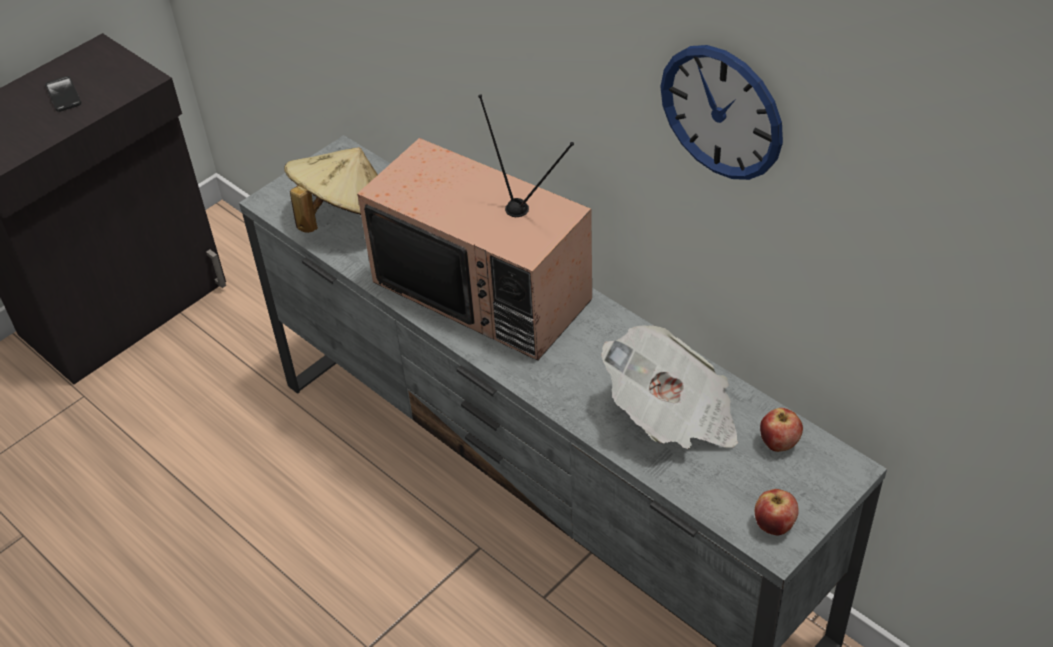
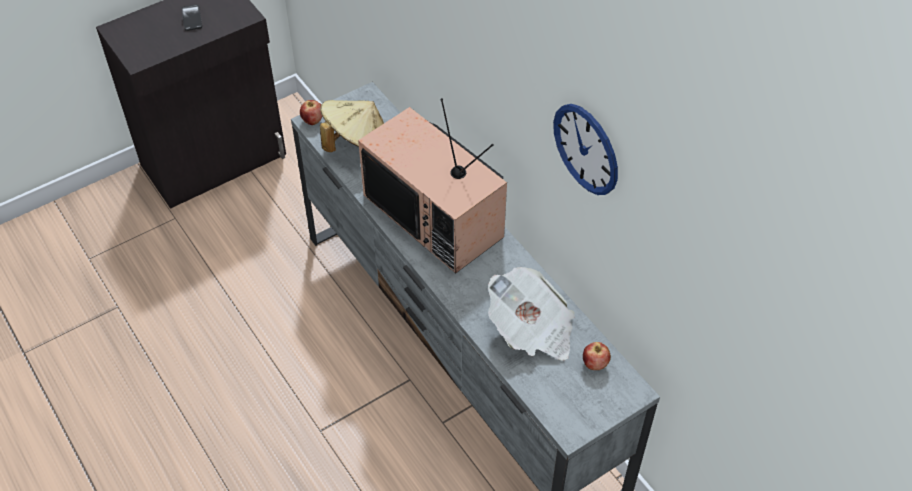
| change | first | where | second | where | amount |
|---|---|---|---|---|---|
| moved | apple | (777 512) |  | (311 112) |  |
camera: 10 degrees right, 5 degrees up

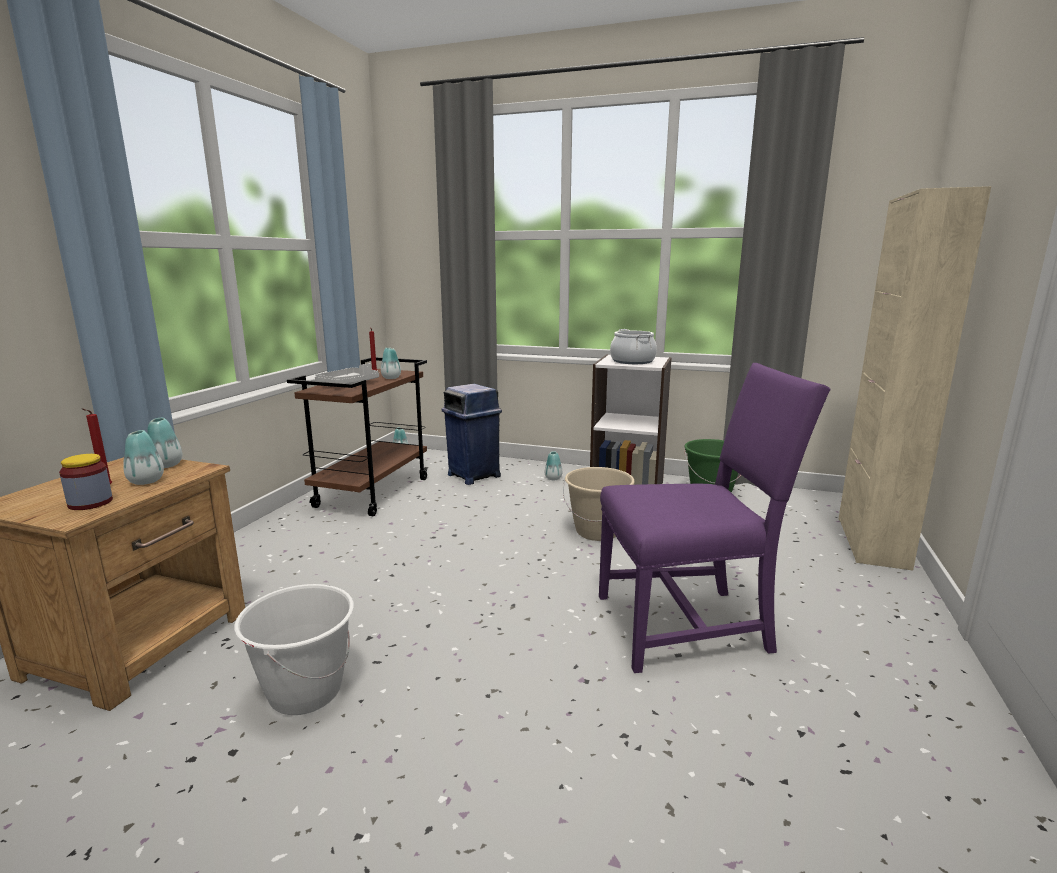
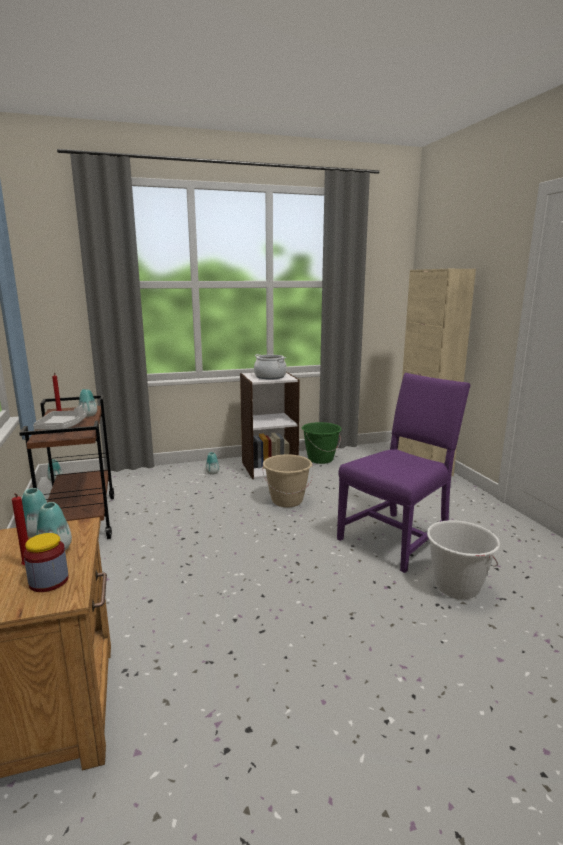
| change | first | where | second | where | amount |
|---|---|---|---|---|---|
| removed | trash can/blue | (472 434) |  |  |  |
| moved | bucket/white | (294 649) |  | (463 559) |  |
camera: 35 degrees left, 0 degrees up

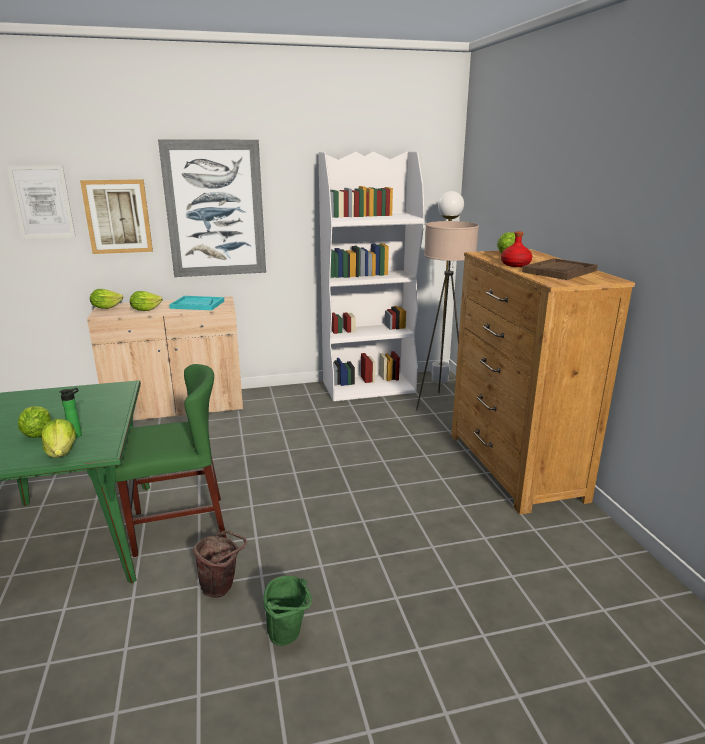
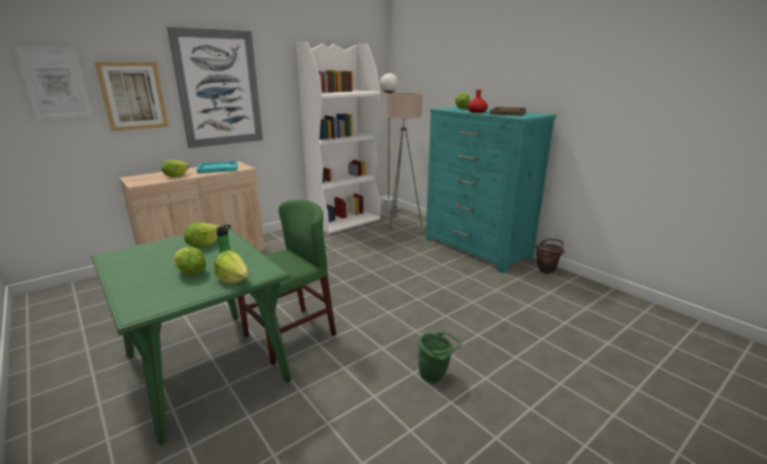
| change | first | where | second | where | amount |
|---|---|---|---|---|---|
| recoloured | dresser/brown | (543 382) | dresser/turquoise | (491 190) |  |
| moved | lettuce | (106 299) |  | (202 235) |  |
| moved | bucket/brown | (220 564) |  | (550 256) |  |
camera: 25 degrees left, 0 degrees up

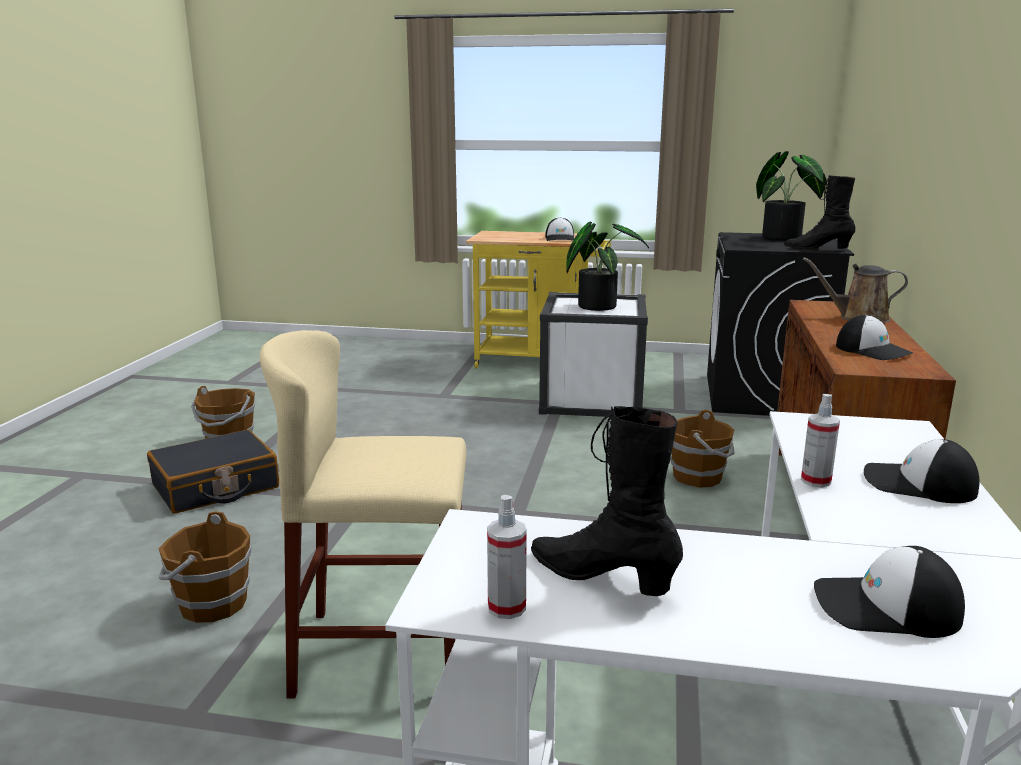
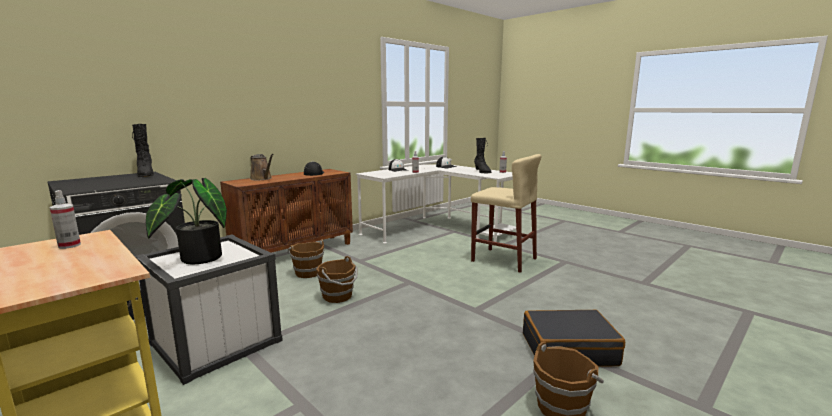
| change | first | where | second | where | amount |
|---|---|---|---|---|---|
| removed | potted plant | (791 196) |  |  |  |
| replaced | cap | (559 229) | spray bottle | (65 219) |  |
| moved | bucket/brown | (205 567) |  | (336 279) |  |
camera: 145 degrees left, 5 degrees down

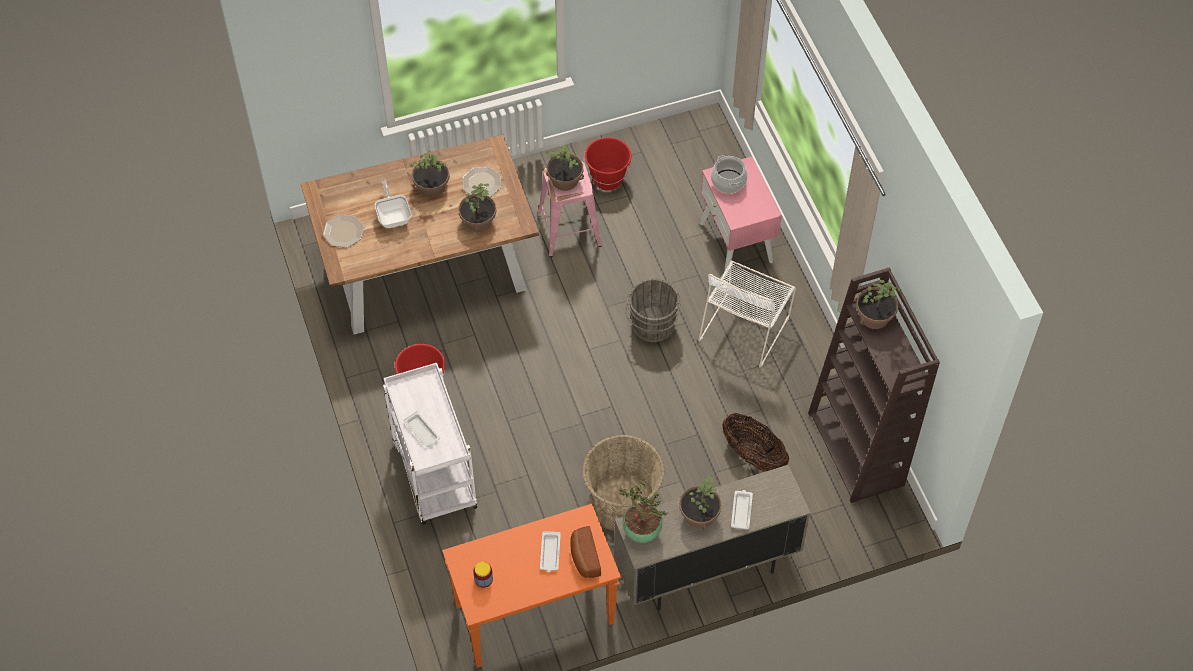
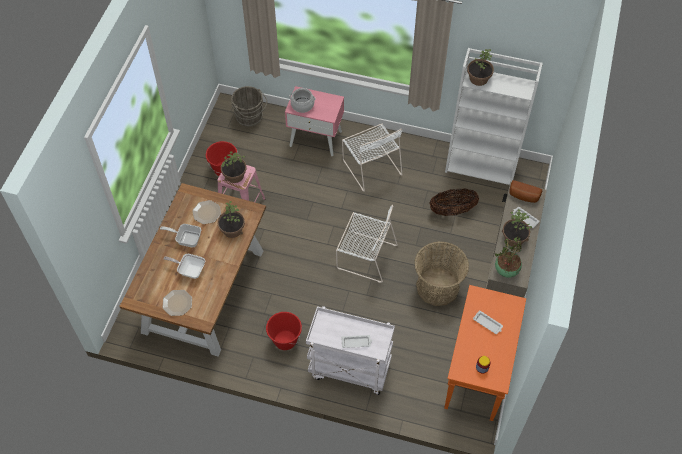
| change | first | where | second | where | amount |
|---|---|---|---|---|---|
| replaced | potted plant | (430 173) | frying pan | (180 235) |  |
| recoloured | bookcase/brown | (874 385) | bookcase/white | (494 116) |  |
| moved | bucket/grey | (653 310) |  | (249 106) |  |
| moved | bread | (586 552) |  | (525 191) |  |
| added |  |  | chair/white | (367 244) |  |
camera: 55 degrees left, 0 degrees up

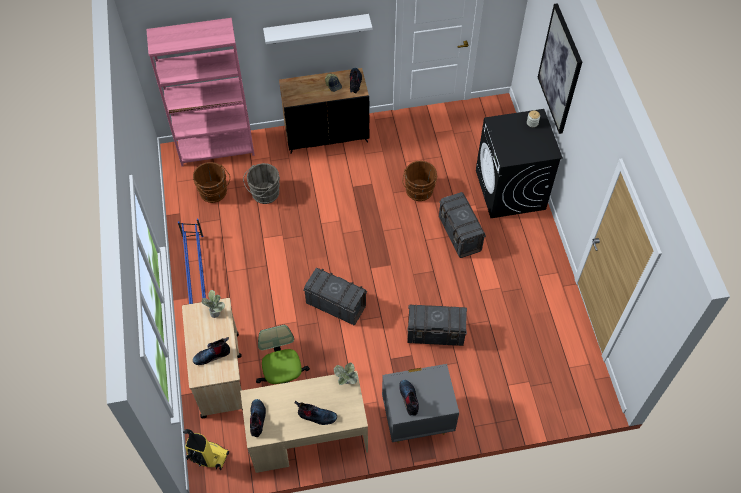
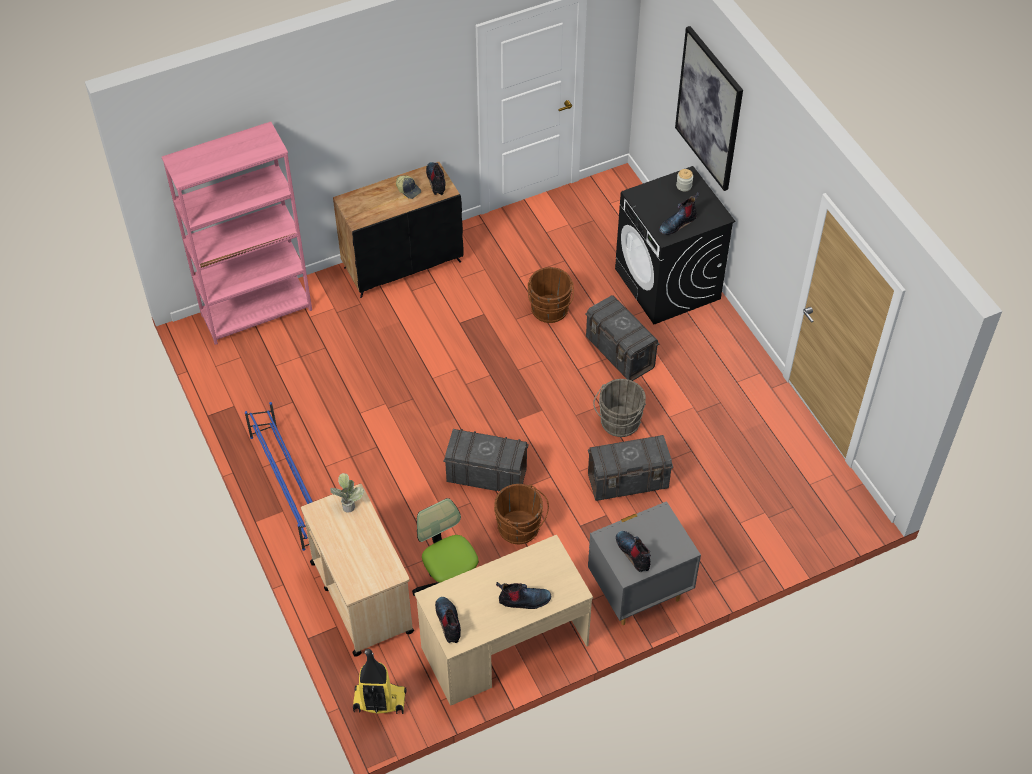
| change | first | where | second | where | amount |
|---|---|---|---|---|---|
| removed | shelf/white | (317 29) |  |  |  |
| moved | bucket/brown | (211 182) |  | (521 514) |  |
| moved | bucket/grey | (261 183) |  | (619 408) |  |
| moved | boot | (211 351) |  | (679 213) |  |
| removed | potted plant | (346 374) |  |  |  |
camera: 15 degrees left, 5 degrees down

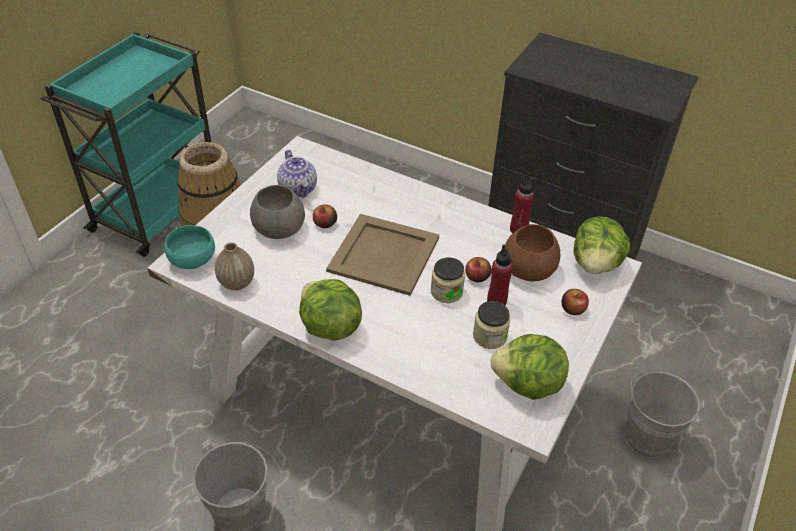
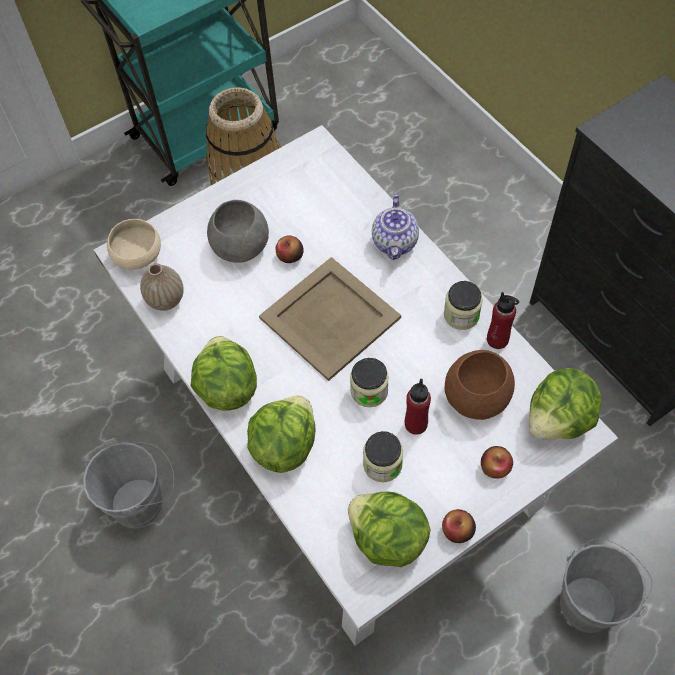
| change | first | where | second | where | amount |
|---|---|---|---|---|---|
| moved | teapot | (297 174) |  | (395 227) |  |
| recoloured | bowl/turquoise | (189 247) | bowl/beige | (134 244) |  |
| moved | apple | (478 269) |  | (459 526) |  |
| added |  |  | jar | (463 305) |  |
| added |  |  | lettuce | (281 434) |  |
camera: 30 degrees right, 15 degrees up

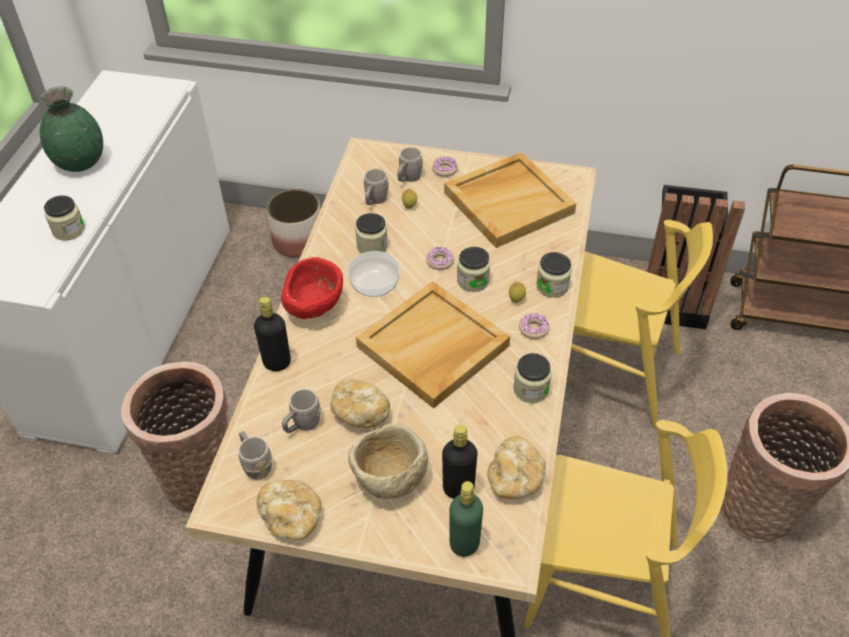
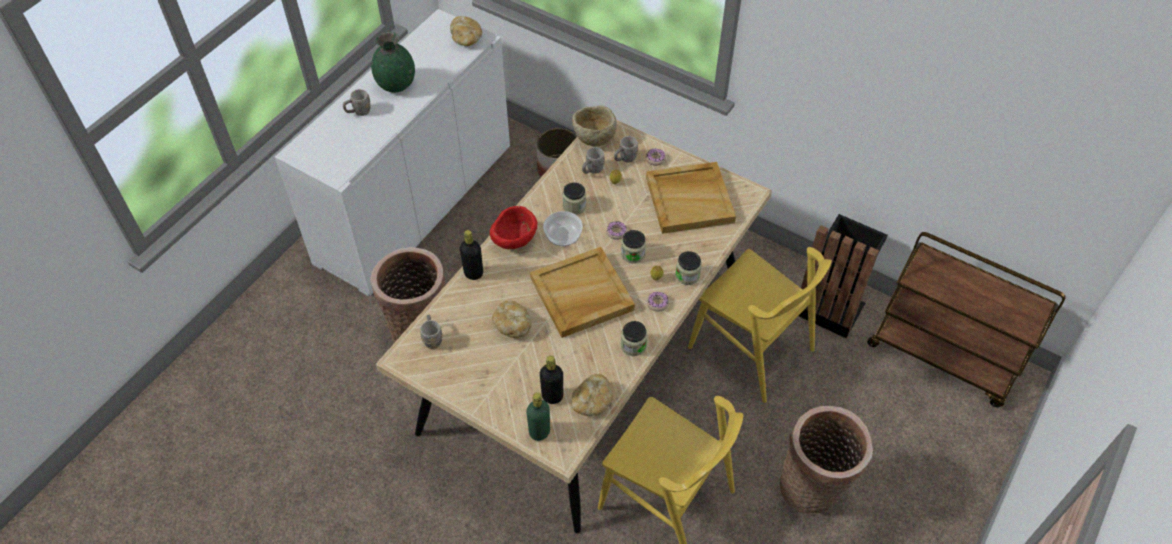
| change | first | where | second | where | amount |
|---|---|---|---|---|---|
| removed | jar | (64 218) |  |  |  |
| moved | mug/grey | (301 411) |  | (357 102) |  |
| moved | bowl/beige | (388 461) |  | (594 125) |  |
| moved | bread | (289 510) |  | (466 31) |  |
camera: 20 degrees right, 5 degrees up

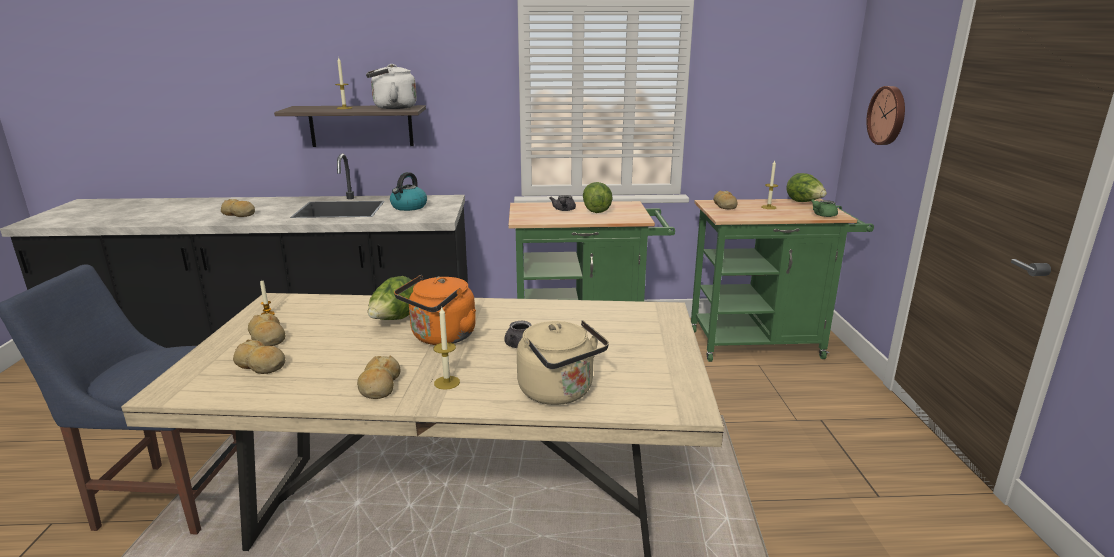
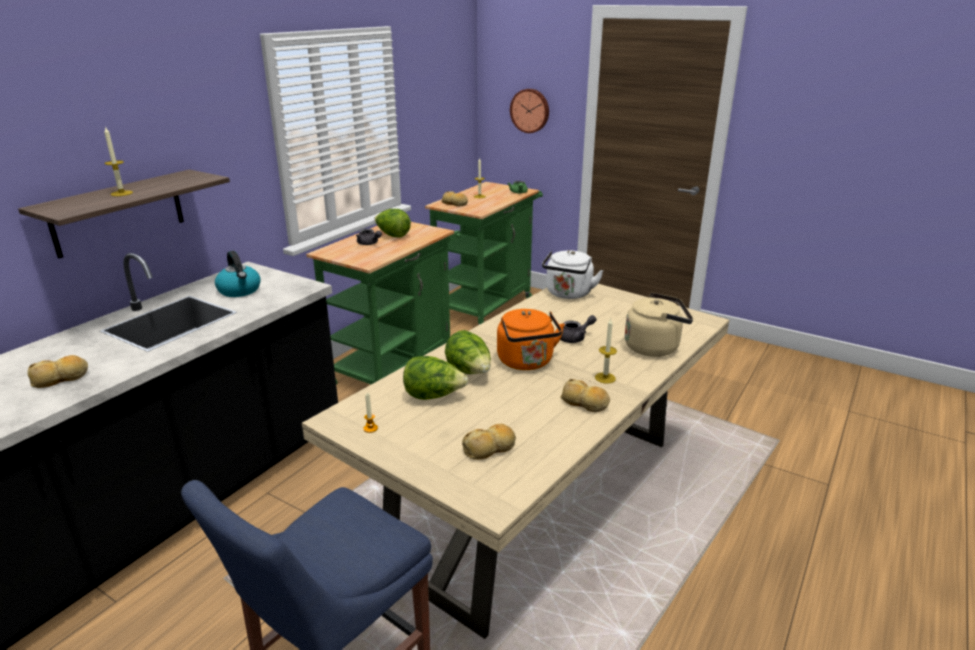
| change | first | where | second | where | amount |
|---|---|---|---|---|---|
| moved | kettle/white | (391 86) |  | (573 274) |  |
| moved | lettuce | (806 187) |  | (435 378) |  |
| removed | bread | (266 329) |  |  |  |
camera: 55 degrees left, 5 degrees up

